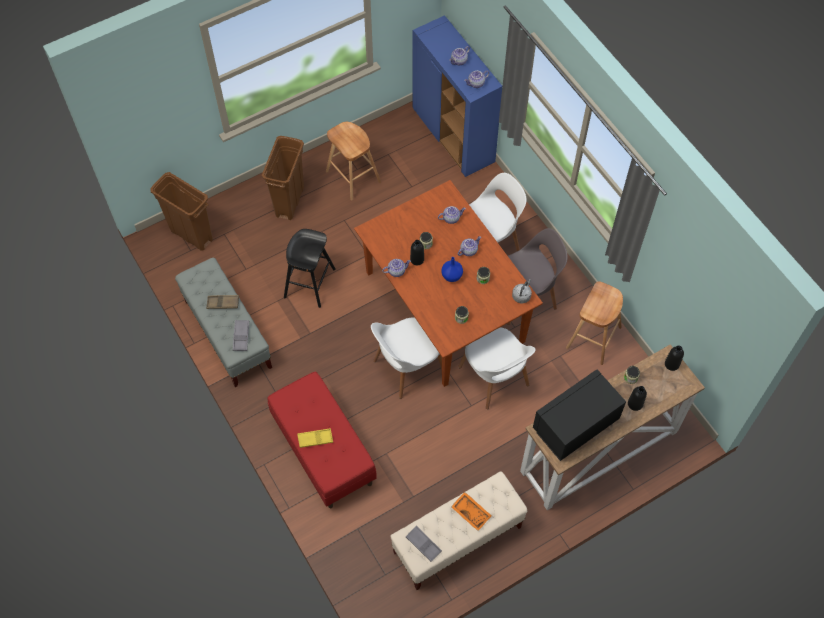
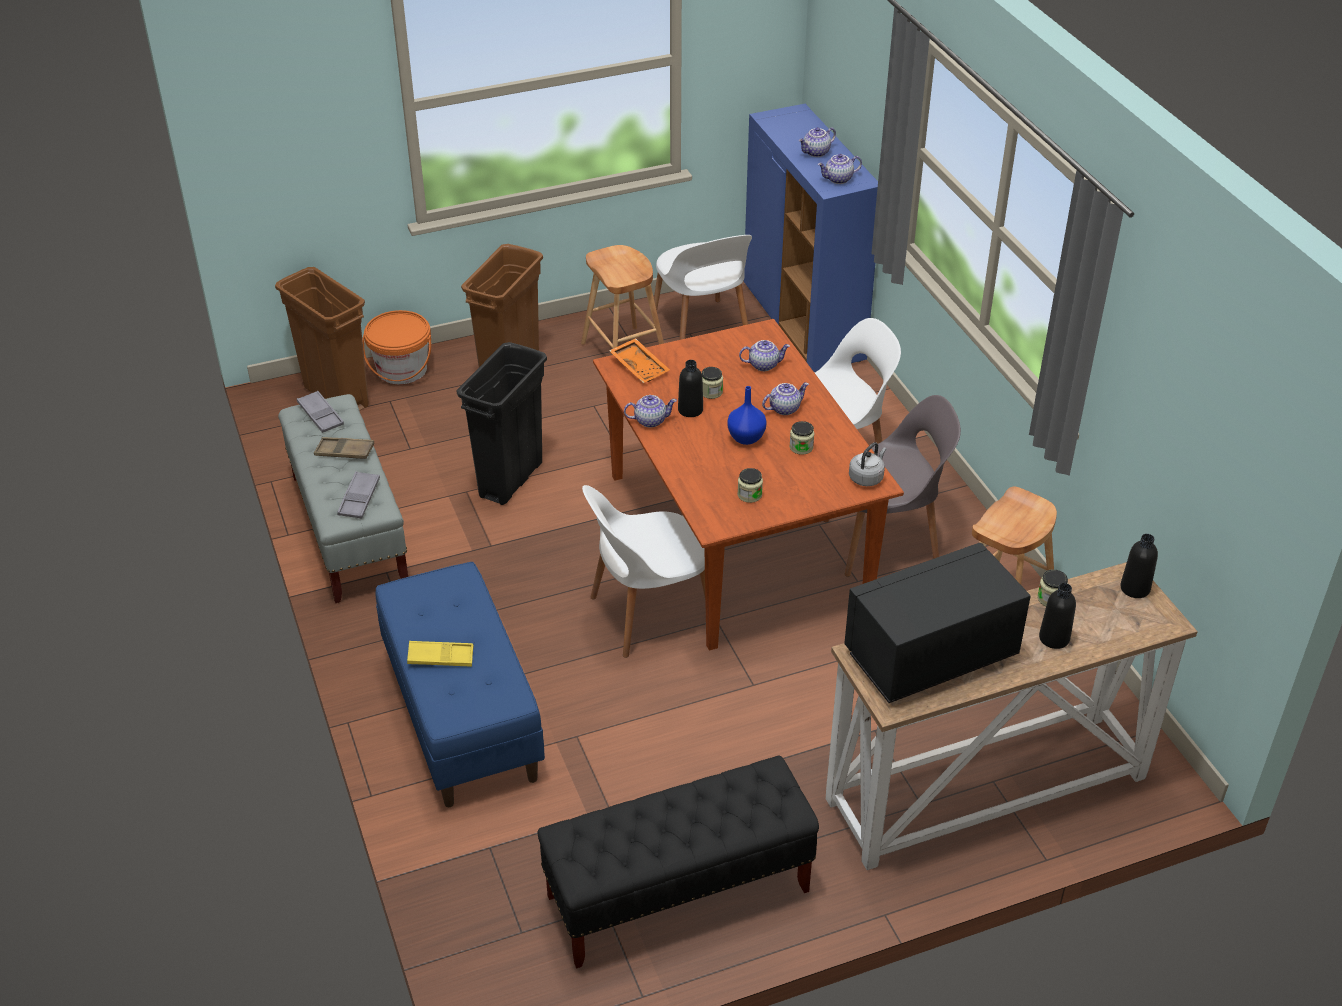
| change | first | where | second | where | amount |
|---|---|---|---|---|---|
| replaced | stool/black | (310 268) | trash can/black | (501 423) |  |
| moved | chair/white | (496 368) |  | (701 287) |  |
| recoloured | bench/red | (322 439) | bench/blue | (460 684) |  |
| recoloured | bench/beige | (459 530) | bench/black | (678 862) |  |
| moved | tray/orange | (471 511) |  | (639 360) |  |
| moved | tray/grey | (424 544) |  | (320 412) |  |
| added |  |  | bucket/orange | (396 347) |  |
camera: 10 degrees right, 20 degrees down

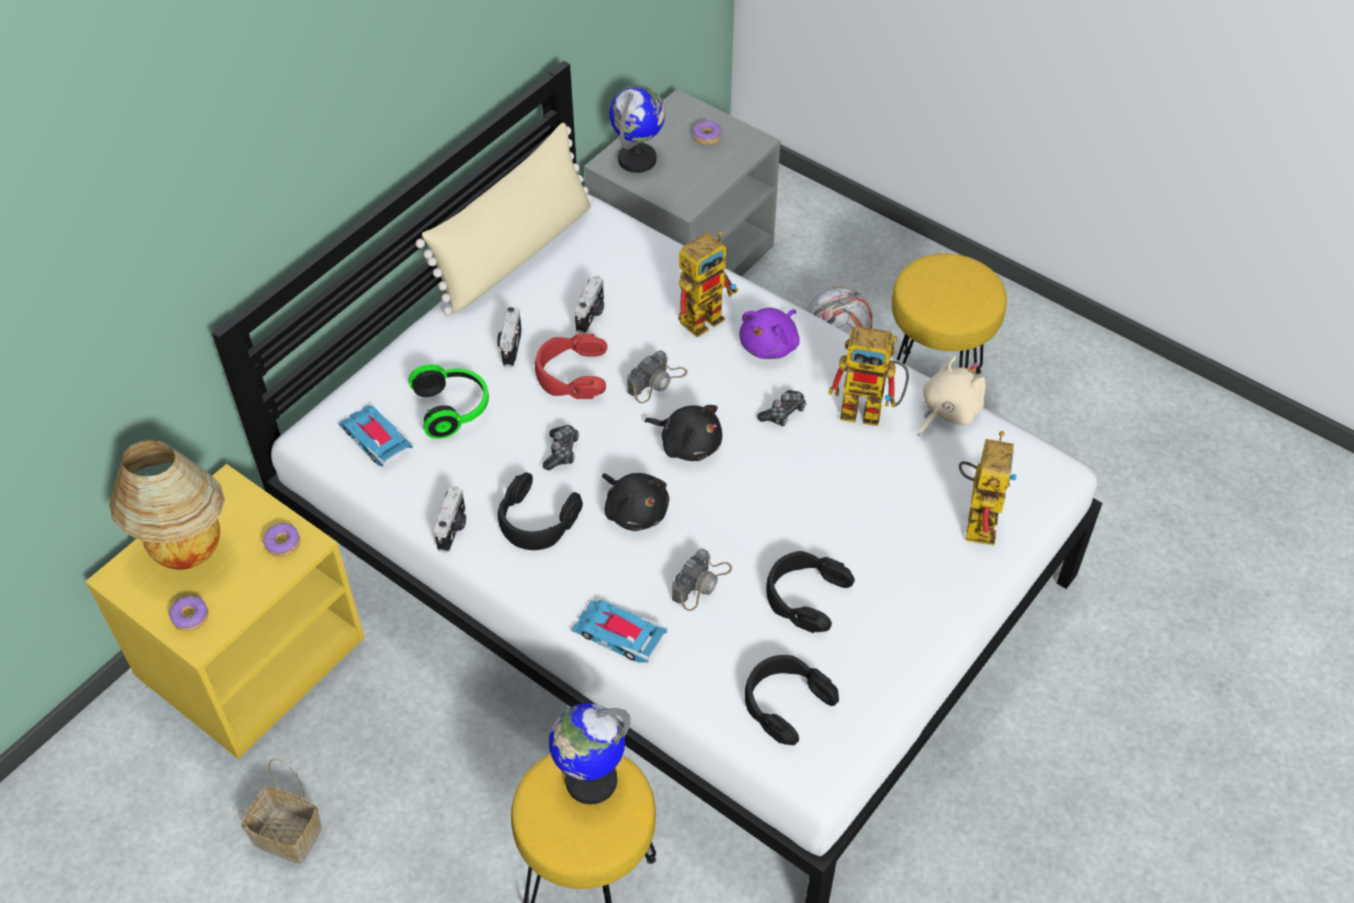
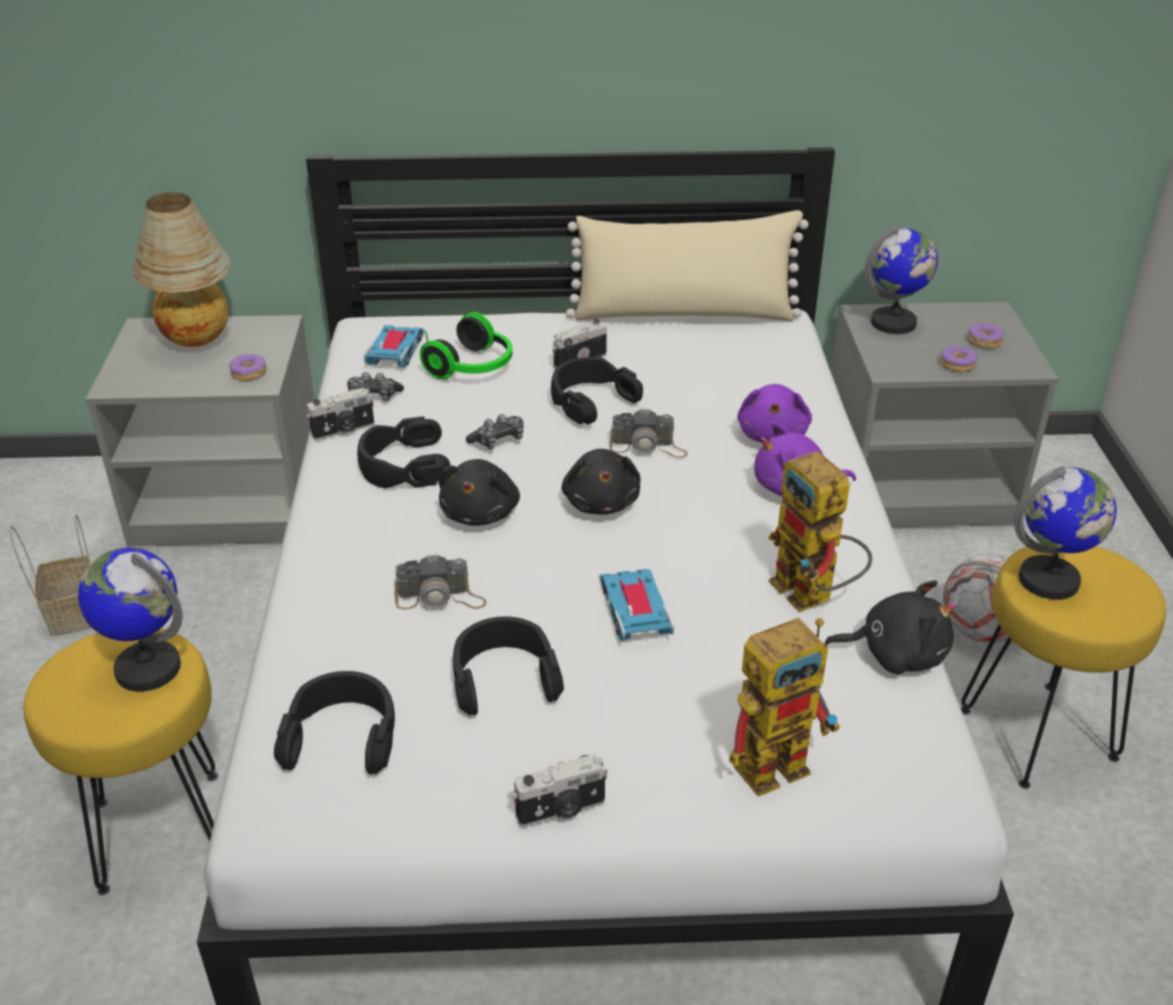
| change | first | where | second | where | amount |
|---|---|---|---|---|---|
| replaced | toy robot | (708 284) | plush toy/purple | (774 413) |  |
| moved | photo camera | (589 304) |  | (560 790) |  |
| recoloured | headphones/red | (571 366) | headphones/black | (597 390) |  |
| recoloured | plush toy/beige | (951 396) | plush toy/black | (890 627) |  |
| moved | game controller | (781 408) |  | (375 386) |  |
| recoloured | nightstand/yellow | (225 611) | nightstand/grey | (200 431) |  |
| moved | donut | (188 613) |  | (959 358) |  |
| moved | toy car | (619 631) |  | (636 605) |  |
| added |  |  | globe | (1065 533) |  |
camera: 50 degrees right, 15 degrees down

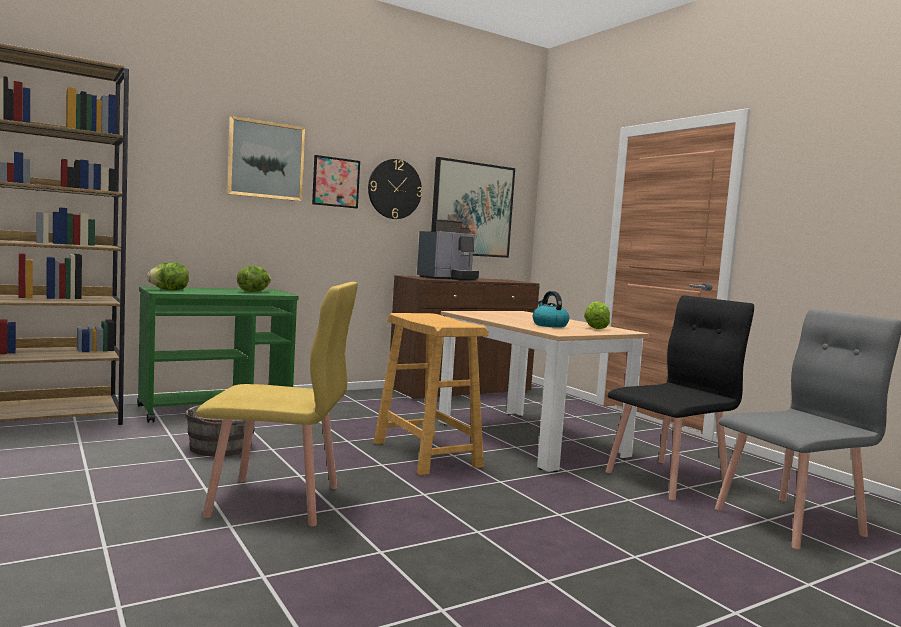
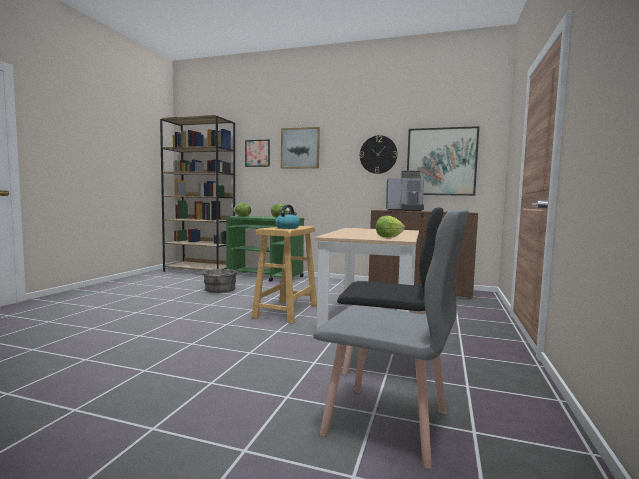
| change | first | where | second | where | amount |
|---|---|---|---|---|---|
| moved | picture | (336 181) |  | (257 153) |  |
| removed | chair/yellow | (277 404) |  |  |  |
| moved | kettle | (551 309) |  | (287 217) |  |
camera: 50 degrees right, 0 degrees up

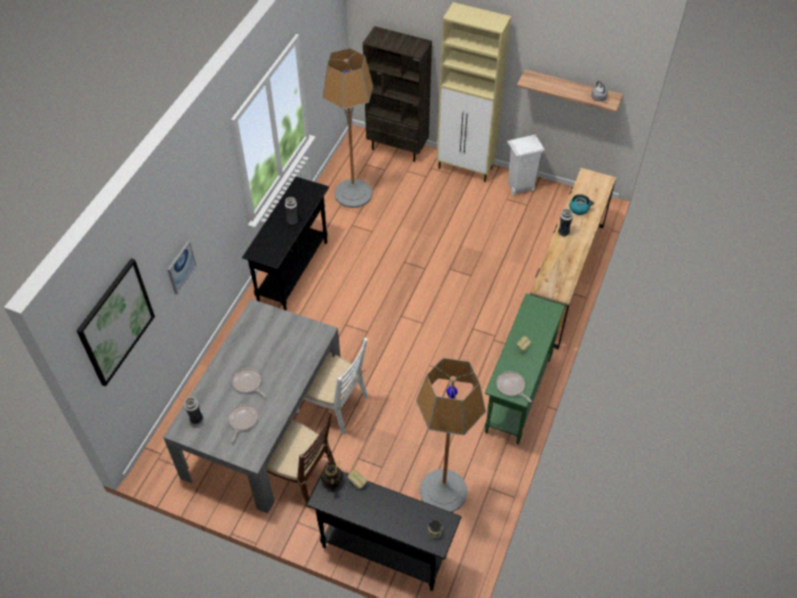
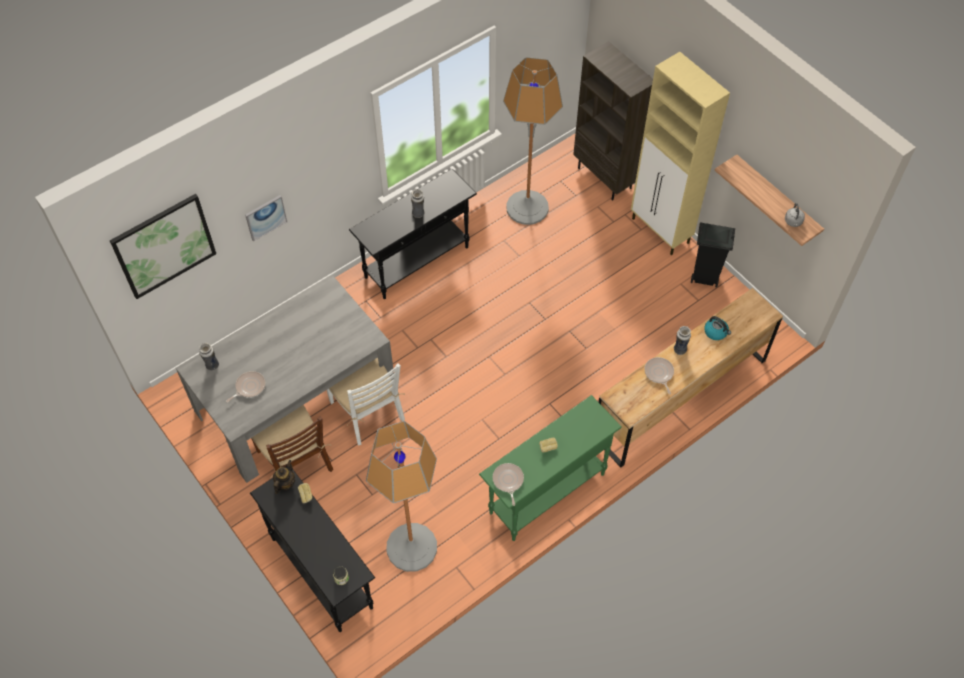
| change | first | where | second | where | amount |
|---|---|---|---|---|---|
| recoloured | trash can/white | (526 165) | trash can/black | (713 255) |  |
| moved | frying pan | (249 382) |  | (659 375) |  |
camera: 30 degrees right, 5 degrees up

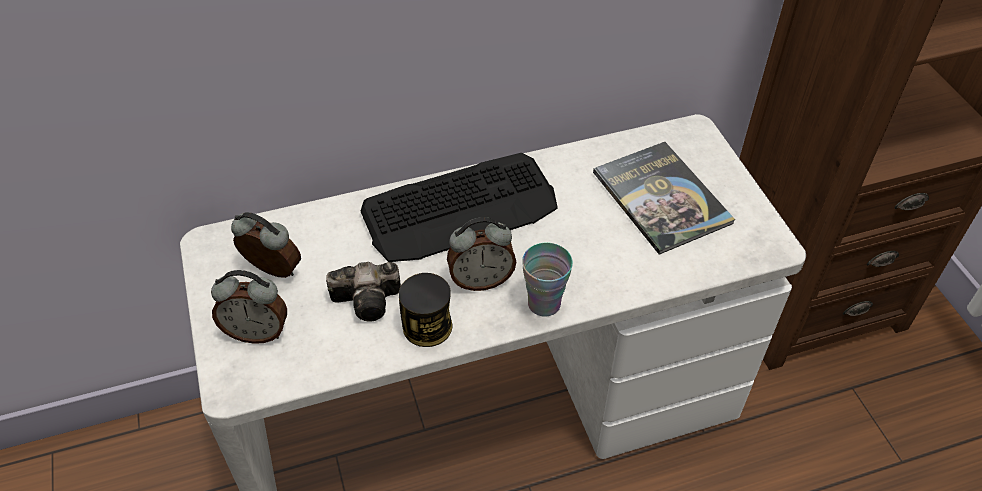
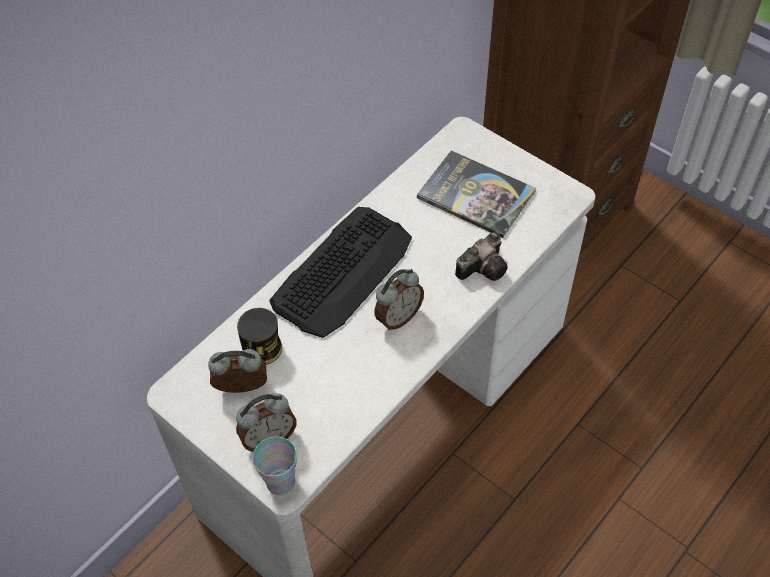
| change | first | where | second | where | amount |
|---|---|---|---|---|---|
| moved | cup | (547 280) |  | (275 466) |  |
| moved | photo camera | (363 292) |  | (481 256) |  |
| moved | can | (425 310) |  | (259 336) |  |
camera: 30 degrees left, 5 degrees up

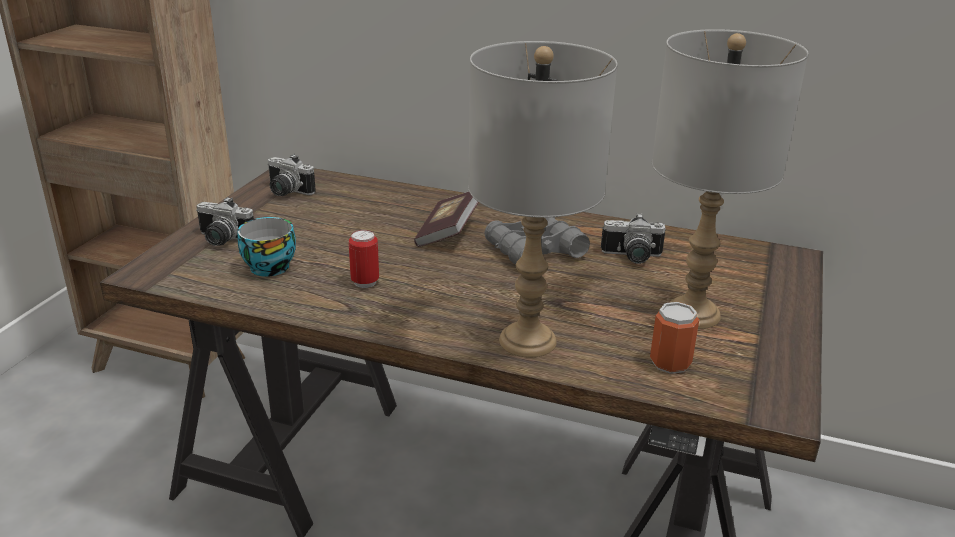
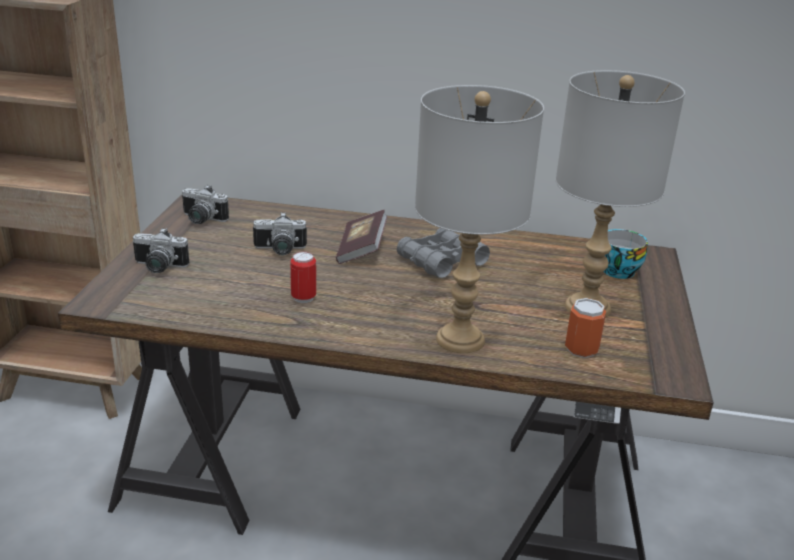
| change | first | where | second | where | amount |
|---|---|---|---|---|---|
| moved | photo camera | (633 238) |  | (280 233) |  |
| moved | cup | (267 247) |  | (625 254) |  |
camera: 10 degrees left, 0 degrees up

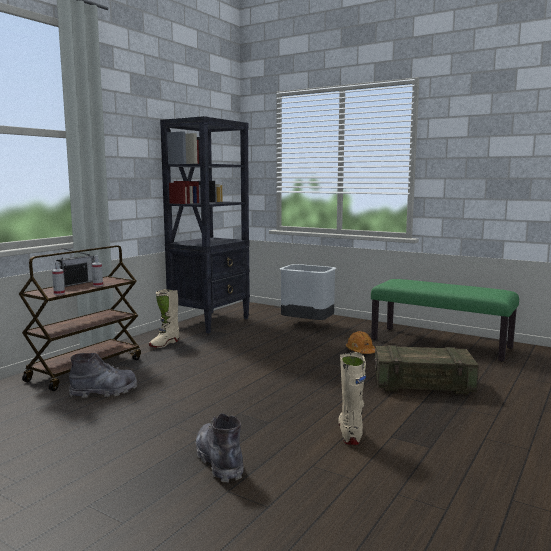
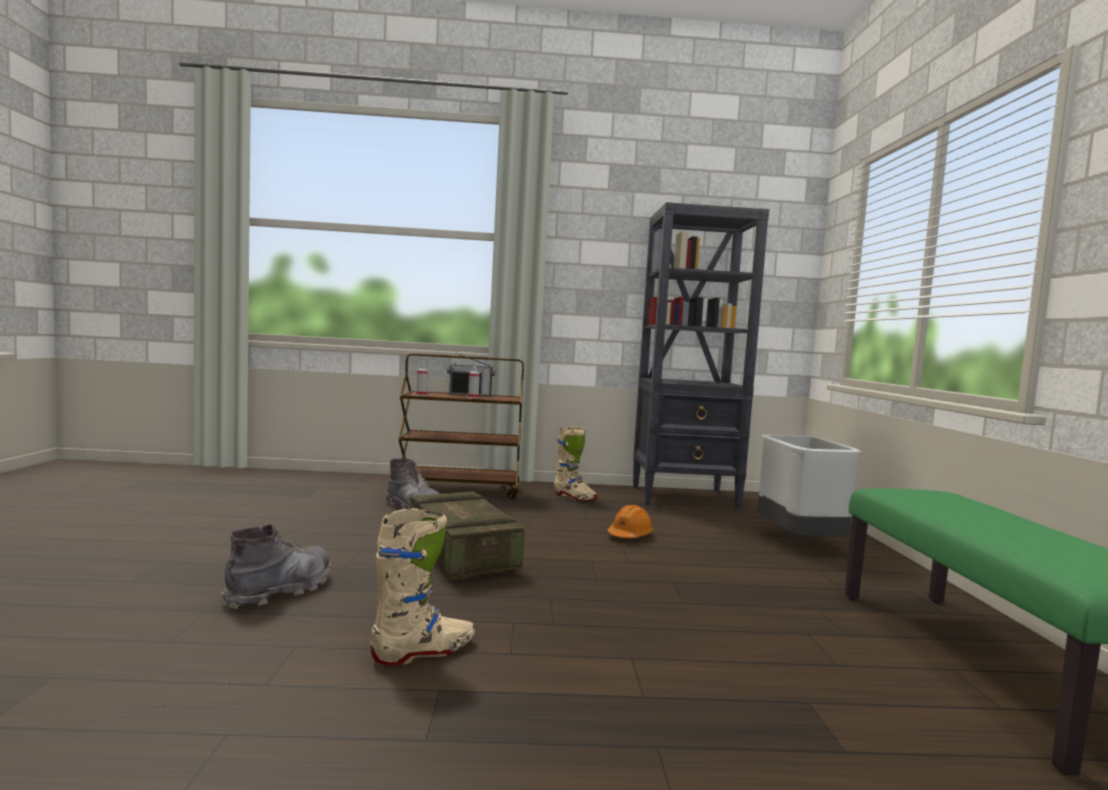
| change | first | where | second | where | amount |
|---|---|---|---|---|---|
| turned | boot/beige | (163 318) |  | (576 463) | 135 degrees counterclockwise |
| moved | hard hat/orange | (360 342) |  | (630 521) |  |
| moved | crate | (426 370) |  | (467 536) |  |
camera: 55 degrees right, 5 degrees down

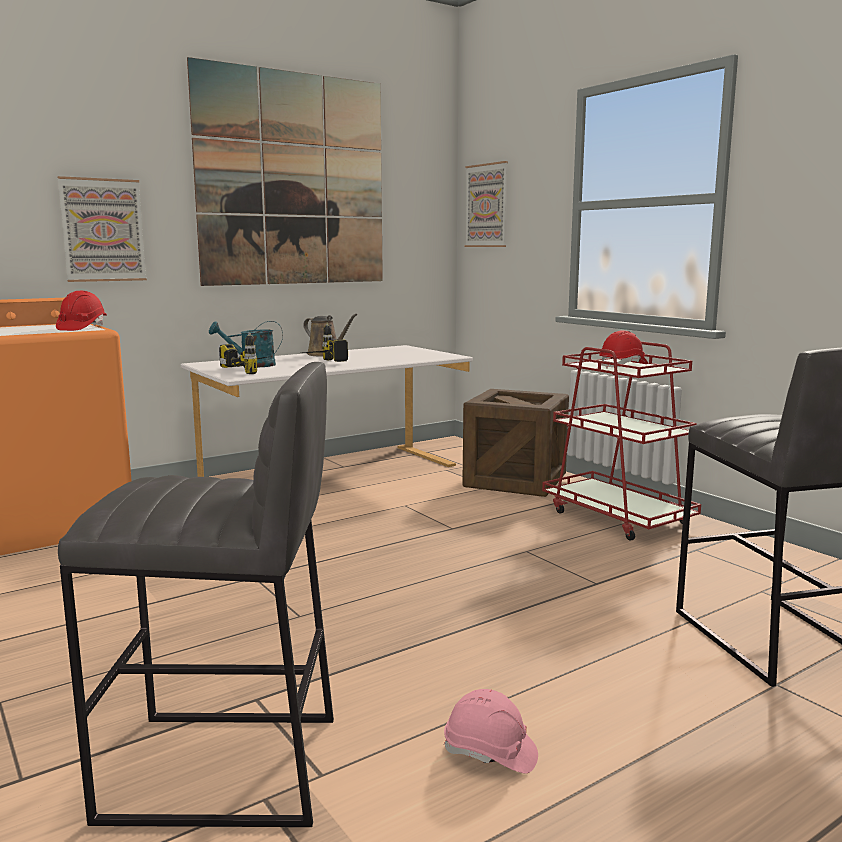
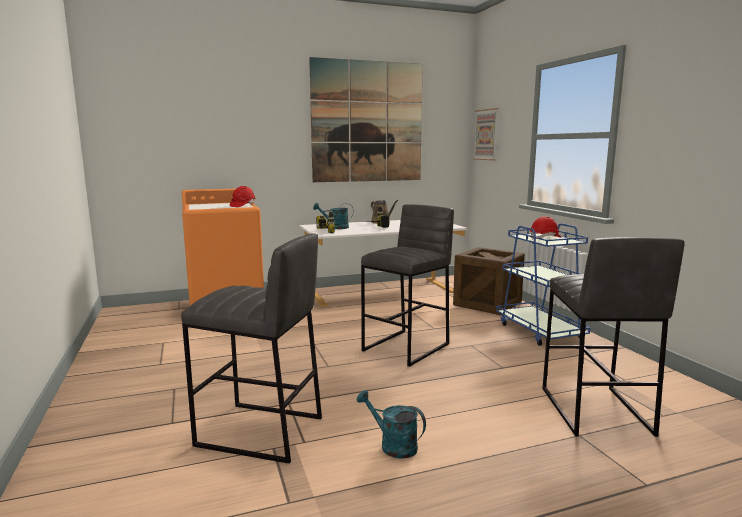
| change | first | where | second | where | amount |
|---|---|---|---|---|---|
| removed | picture | (102 229) |  |  |  |
| recoloured | cart/red | (621 441) | cart/blue | (543 284) |  |
| replaced | hard hat/pink | (491 731) | watering can/turquoise | (391 424) |  |
| added |  |  | stool/grey | (407 285) |  |
camera: 15 degrees right, 0 degrees up

